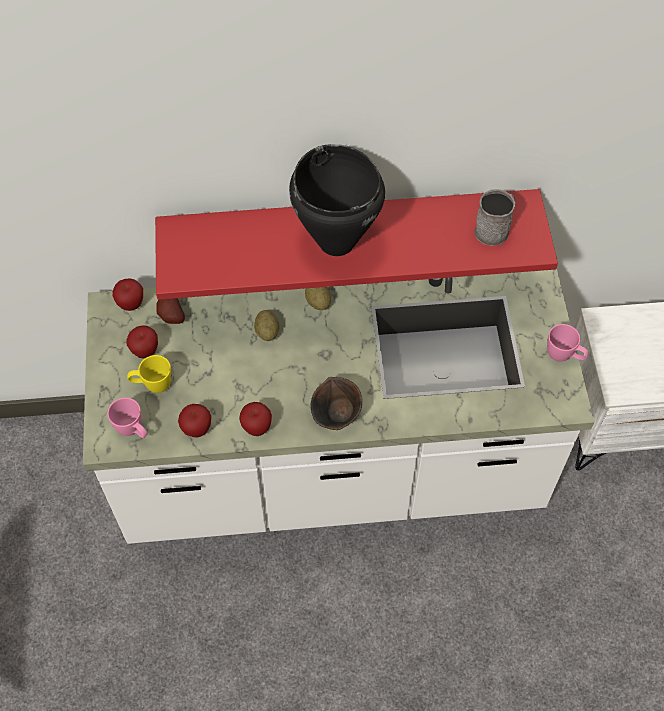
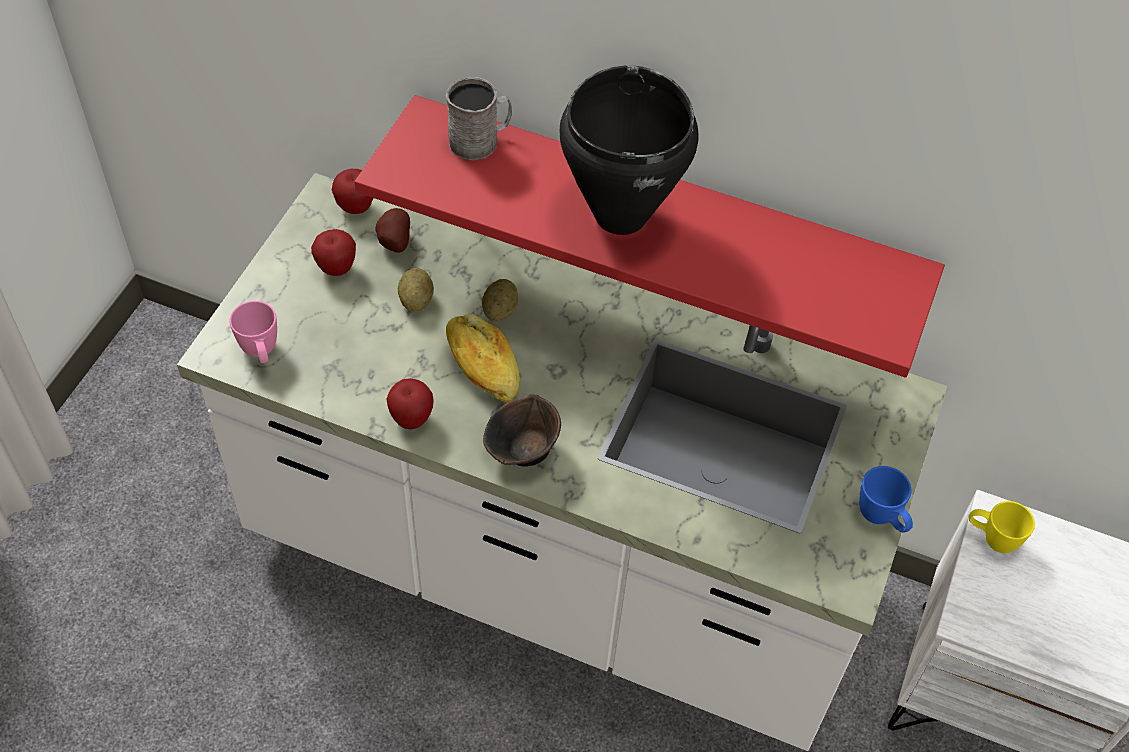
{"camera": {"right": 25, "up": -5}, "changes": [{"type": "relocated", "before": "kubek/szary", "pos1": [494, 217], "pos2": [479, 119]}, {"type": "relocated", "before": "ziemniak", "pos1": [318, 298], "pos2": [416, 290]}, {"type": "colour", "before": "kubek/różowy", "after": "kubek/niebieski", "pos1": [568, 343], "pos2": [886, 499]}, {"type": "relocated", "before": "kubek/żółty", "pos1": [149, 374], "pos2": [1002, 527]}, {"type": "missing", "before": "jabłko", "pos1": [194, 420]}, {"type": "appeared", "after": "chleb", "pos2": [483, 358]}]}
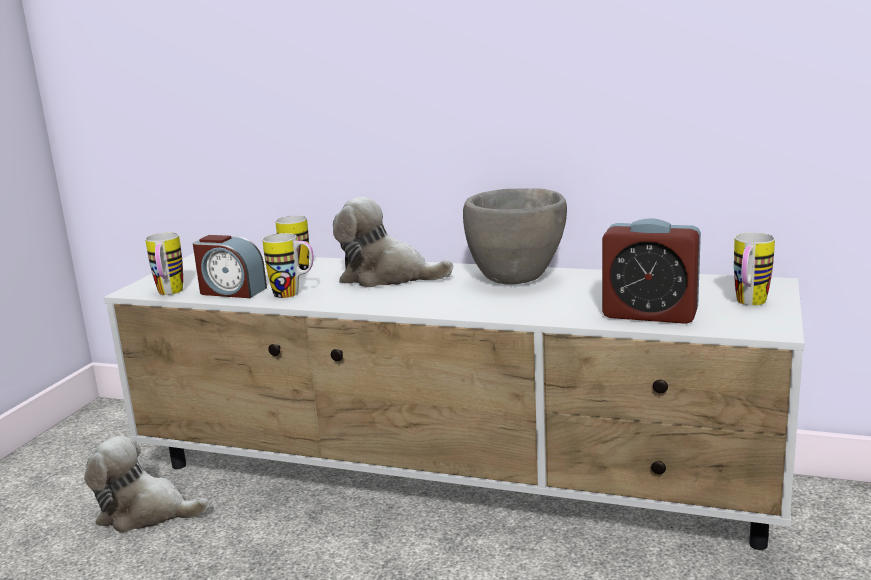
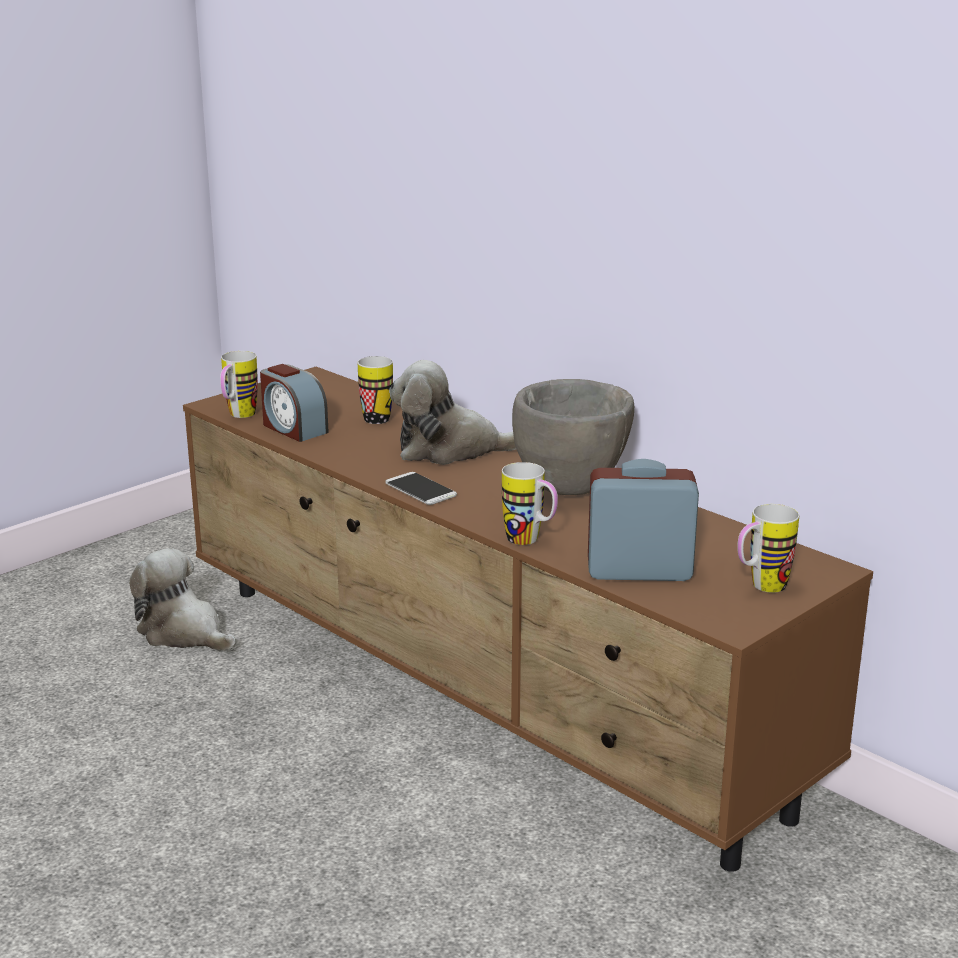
{"camera": {"right": 25, "up": 5}, "changes": [{"type": "spun", "before": "pluszak", "pos1": [393, 242], "pos2": [452, 412], "turn": -45}, {"type": "spun", "before": "budzik", "pos1": [651, 271], "pos2": [643, 520], "turn": 135}, {"type": "relocated", "before": "kubek", "pos1": [288, 265], "pos2": [530, 503]}, {"type": "colour", "before": "szafka pod telewizor/biały", "after": "szafka pod telewizor/brązowy", "pos1": [454, 401], "pos2": [528, 619]}, {"type": "appeared", "after": "telefon", "pos2": [421, 488]}]}
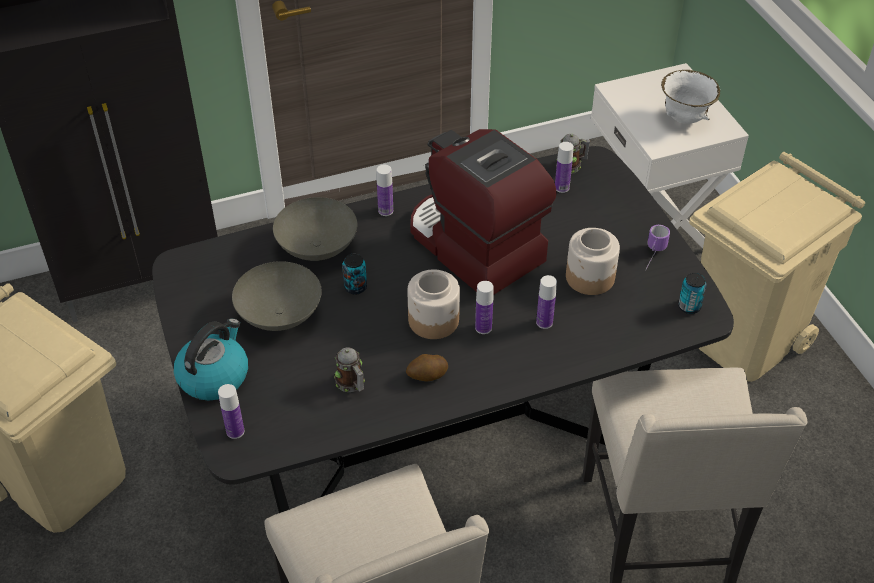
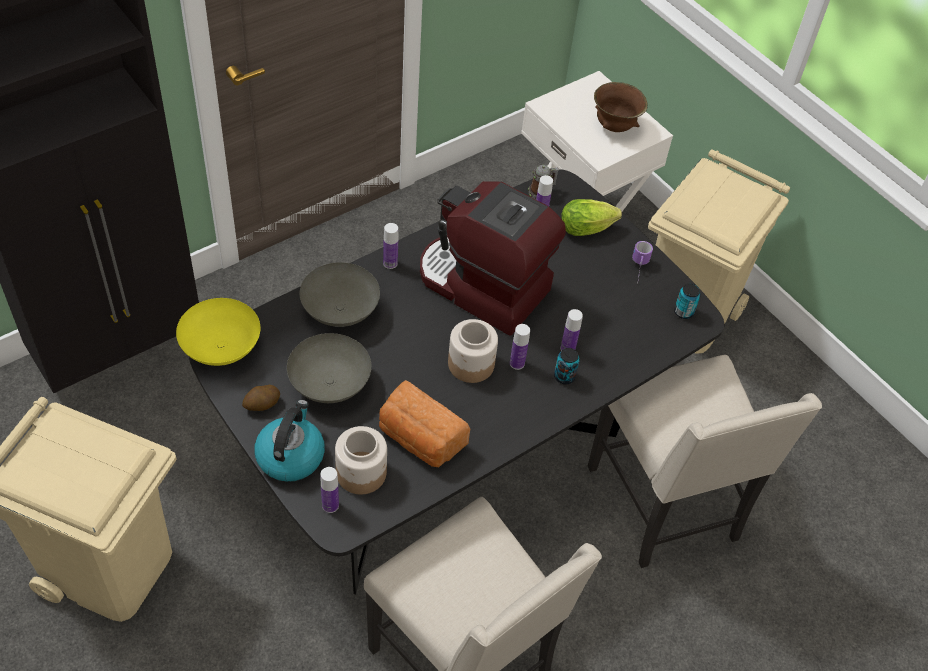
{"camera": {"right": -20, "up": 5}, "changes": [{"type": "colour", "before": "miska/biały", "after": "miska/brązowy", "pos1": [690, 97], "pos2": [620, 107]}, {"type": "relocated", "before": "słoik", "pos1": [593, 261], "pos2": [361, 460]}, {"type": "relocated", "before": "puszka", "pos1": [354, 274], "pos2": [567, 366]}, {"type": "exchanged", "before": "kubek", "after": "chleb", "pos1": [349, 369], "pos2": [424, 423]}, {"type": "relocated", "before": "ziemniak", "pos1": [427, 368], "pos2": [261, 398]}, {"type": "appeared", "after": "sałata", "pos2": [591, 217]}, {"type": "appeared", "after": "miska/żółty", "pos2": [218, 332]}]}
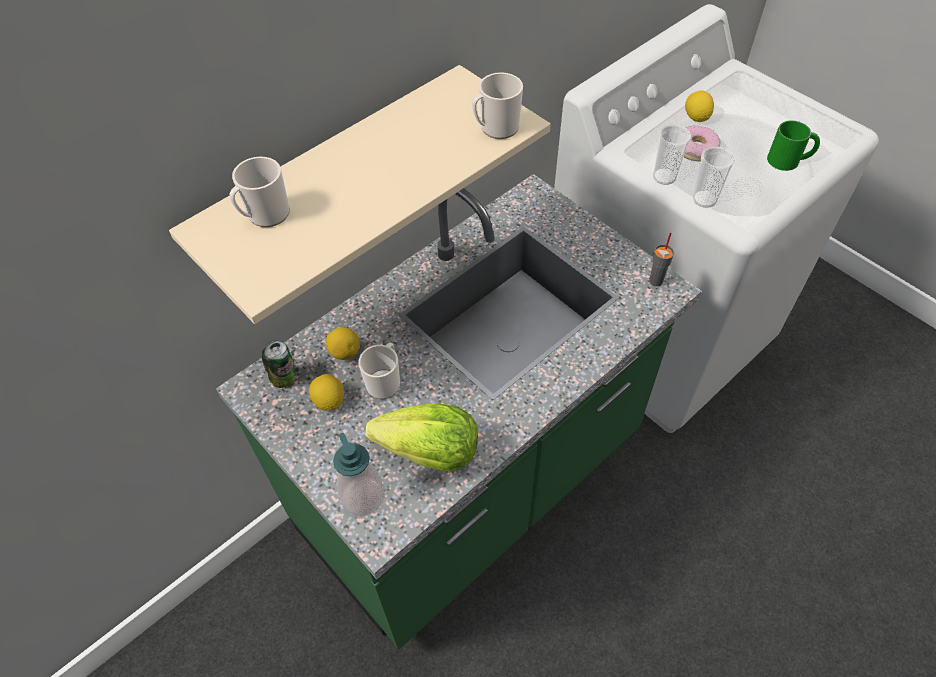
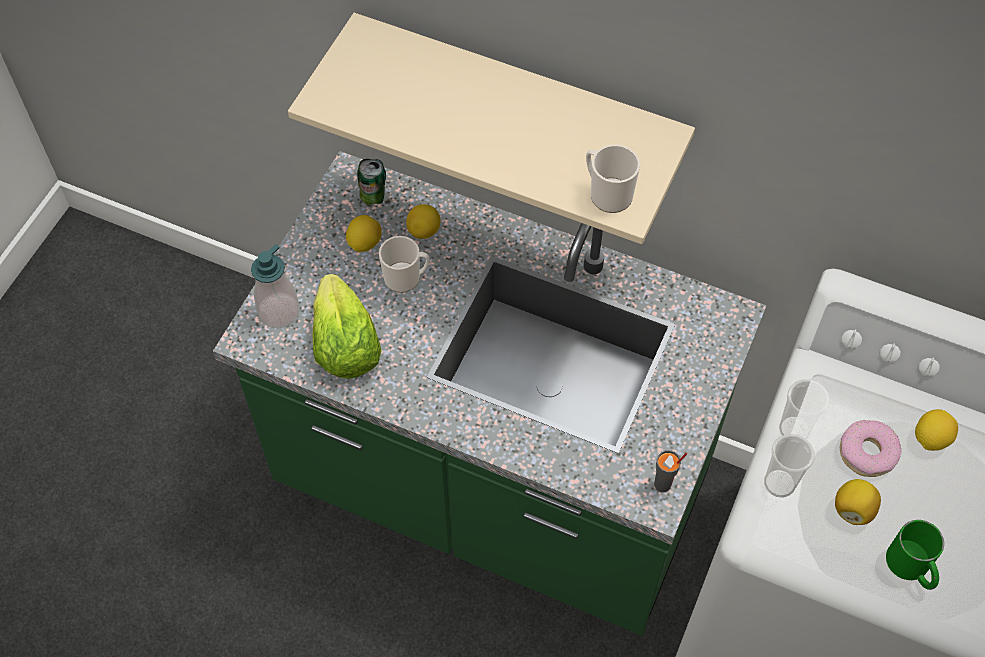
{"camera": {"right": 65, "up": 5}, "changes": [{"type": "missing", "before": "kubek", "pos1": [259, 192]}, {"type": "appeared", "after": "cytryna", "pos2": [858, 502]}]}
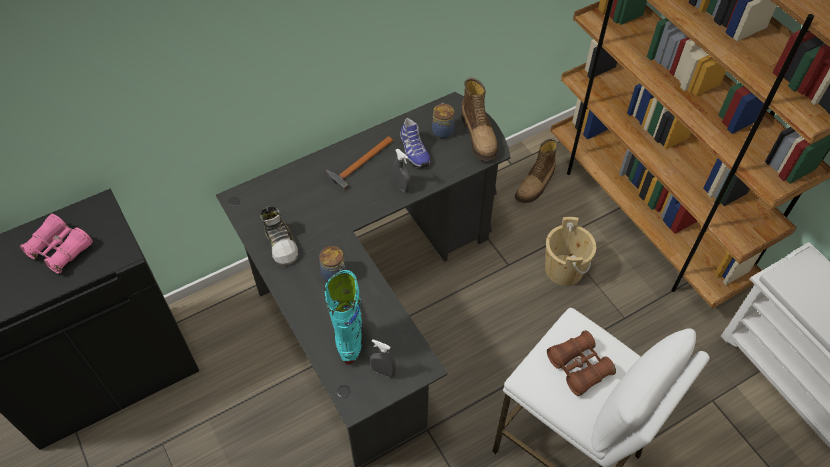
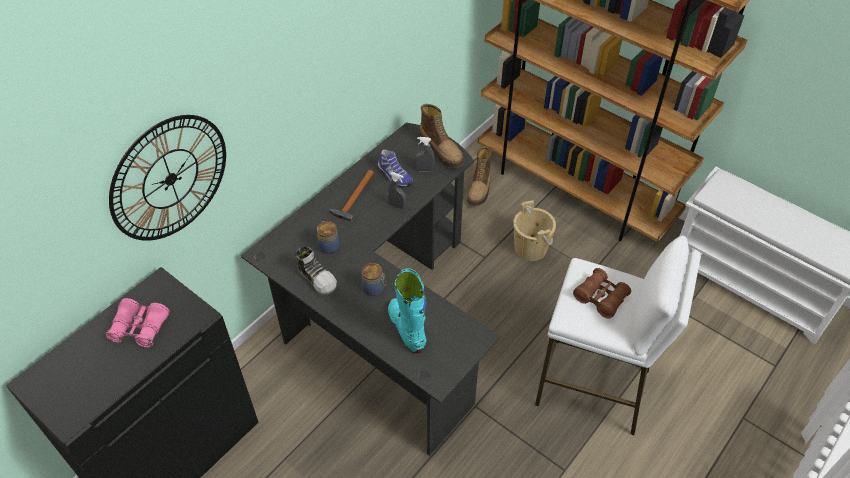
{"camera": {"right": -20, "up": -5}, "changes": [{"type": "relocated", "before": "słoik", "pos1": [443, 121], "pos2": [328, 237]}, {"type": "relocated", "before": "spryskiwacz/szary", "pos1": [383, 358], "pos2": [425, 154]}, {"type": "appeared", "after": "zegar ścienny", "pos2": [167, 178]}]}
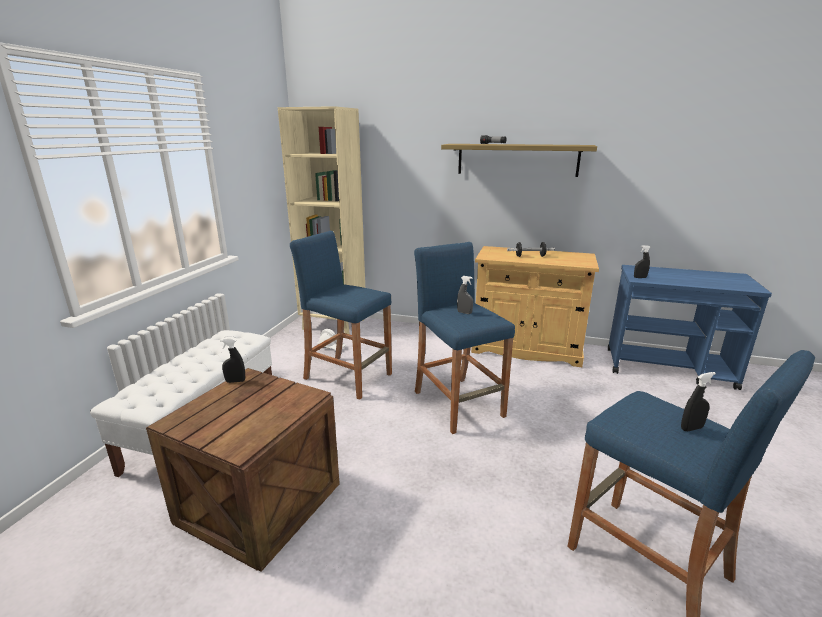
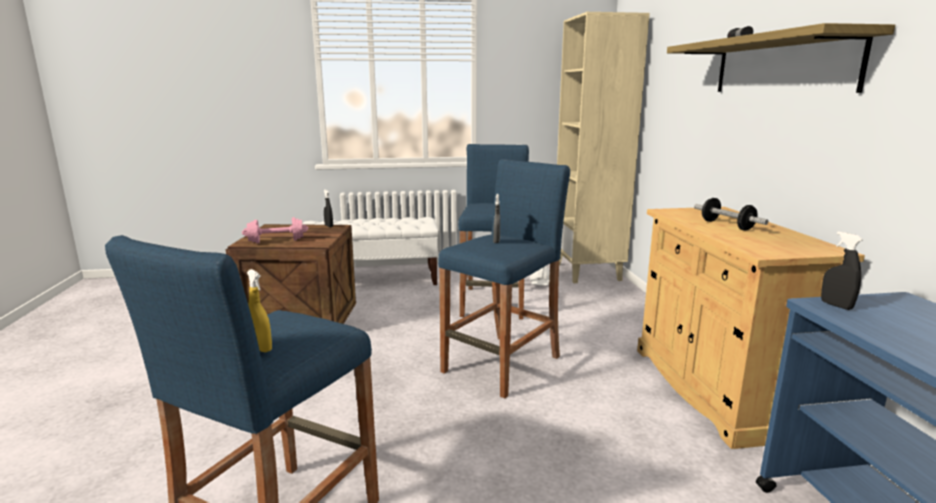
{"camera": {"right": 65, "up": -5}, "changes": [{"type": "colour", "before": "spryskiwacz/czarny", "after": "spryskiwacz/żółty", "pos1": [698, 401], "pos2": [259, 310]}, {"type": "appeared", "after": "hantel/różowy", "pos2": [275, 230]}]}
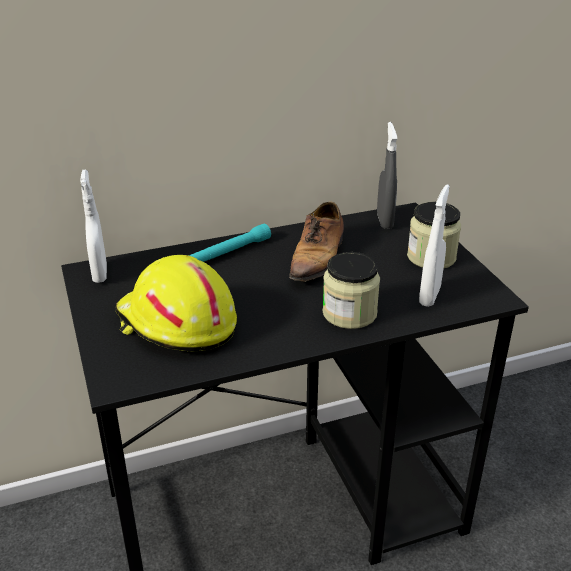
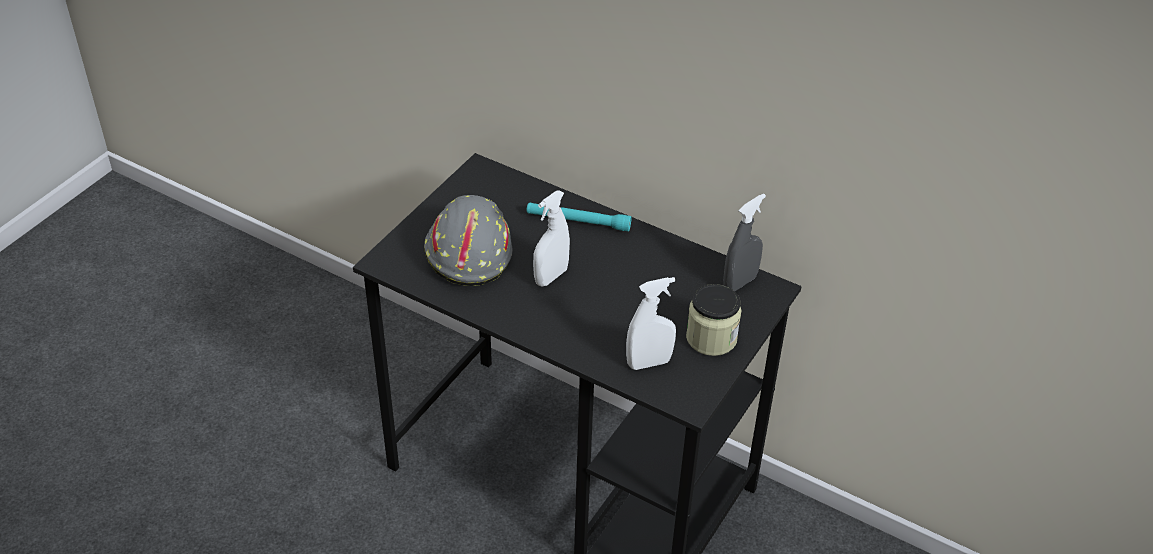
{"camera": {"right": 50, "up": 10}, "changes": [{"type": "relocated", "before": "spryskiwacz/biały", "pos1": [93, 226], "pos2": [551, 238]}, {"type": "missing", "before": "but", "pos1": [316, 245]}, {"type": "missing", "before": "słoik", "pos1": [351, 290]}, {"type": "colour", "before": "kask/żółty", "after": "kask/szary", "pos1": [176, 303], "pos2": [468, 240]}]}
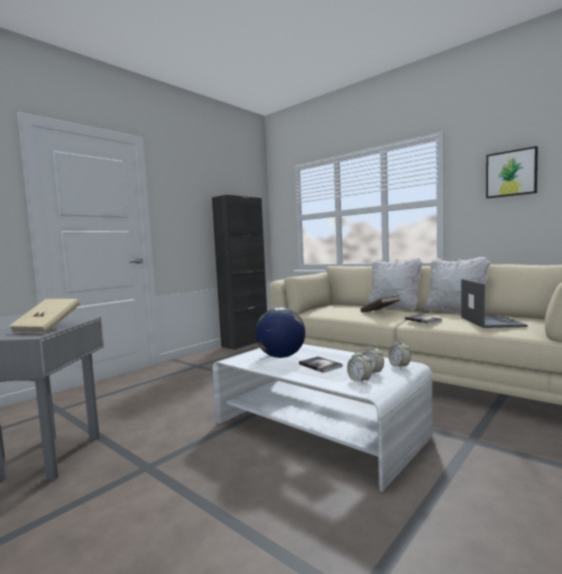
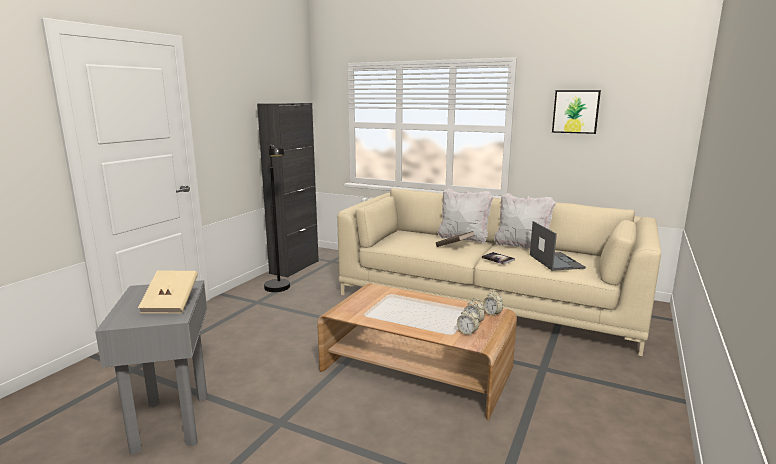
{"camera": {"right": -15, "up": 10}, "changes": [{"type": "missing", "before": "globus", "pos1": [280, 332]}, {"type": "colour", "before": "ława/biały", "after": "ława/brązowy", "pos1": [323, 418], "pos2": [417, 351]}, {"type": "missing", "before": "książka", "pos1": [321, 364]}, {"type": "appeared", "after": "lampa stojąca/czarny", "pos2": [277, 218]}]}
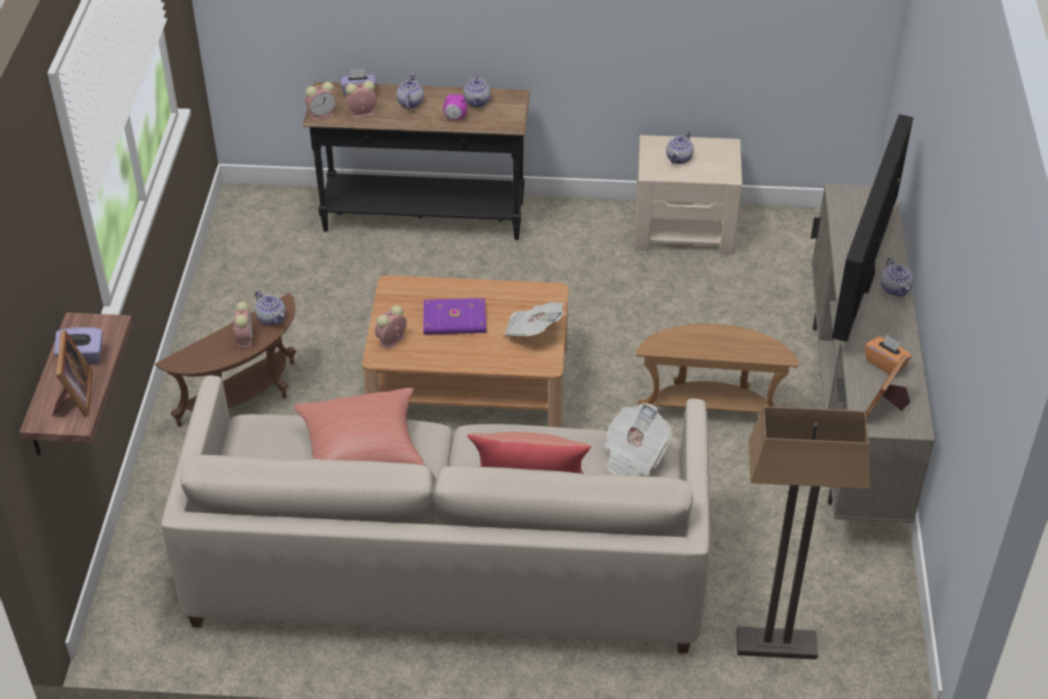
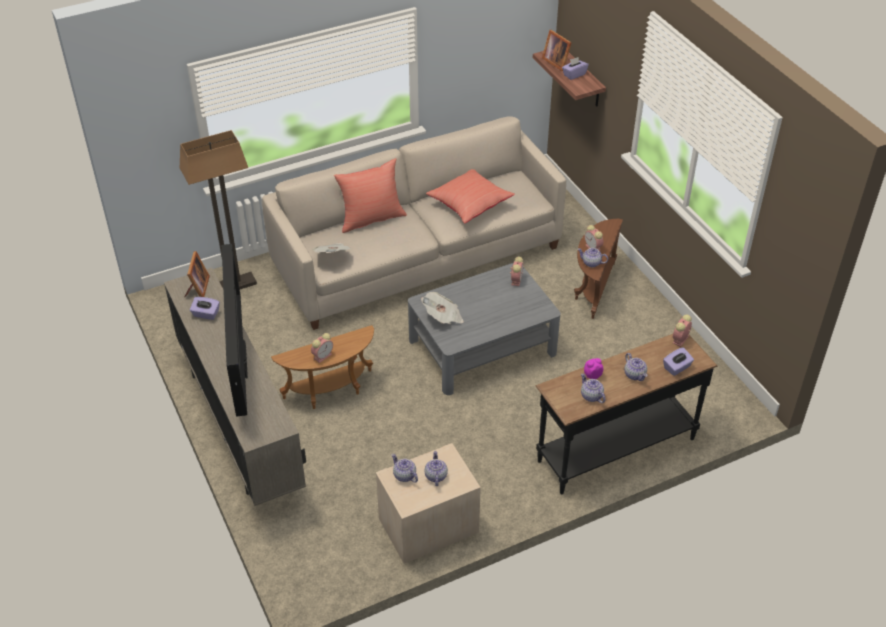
{"camera": {"right": 150, "up": 0}, "changes": [{"type": "relocated", "before": "budzik", "pos1": [361, 99], "pos2": [322, 348]}, {"type": "relocated", "before": "imbryk", "pos1": [897, 277], "pos2": [405, 468]}, {"type": "colour", "before": "ława/brązowy", "after": "ława/szary", "pos1": [465, 351], "pos2": [484, 329]}, {"type": "missing", "before": "książka/fioletowy", "pos1": [455, 316]}, {"type": "colour", "before": "pudełko chusteczek/pomarańczowy", "after": "pudełko chusteczek/fioletowy", "pos1": [888, 354], "pos2": [205, 308]}]}
